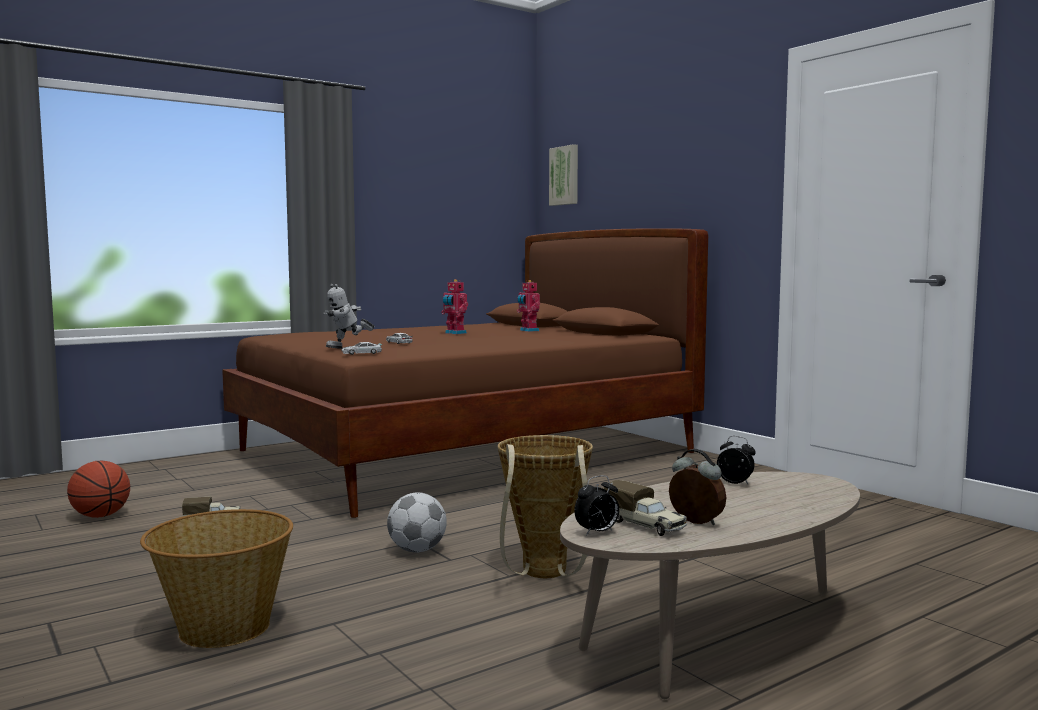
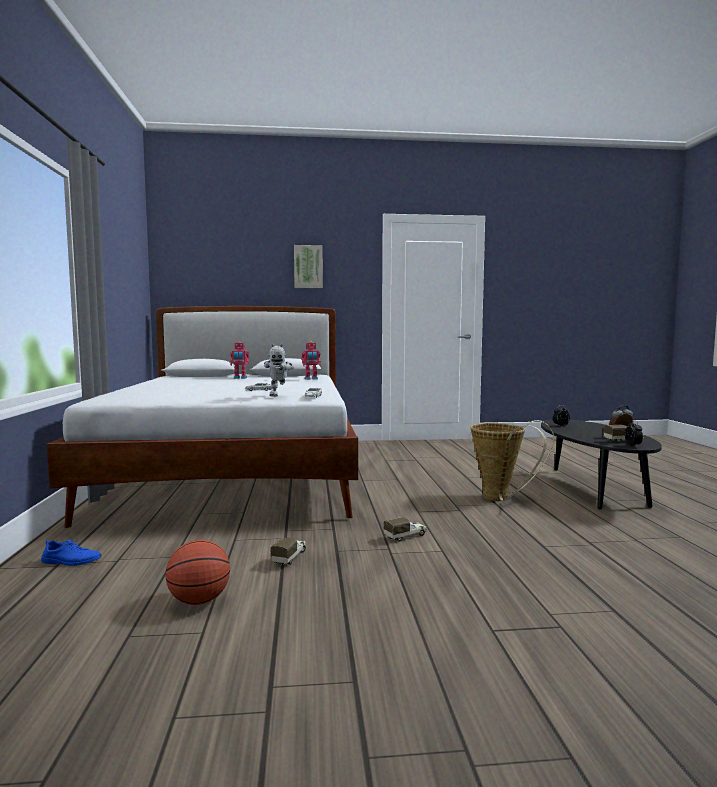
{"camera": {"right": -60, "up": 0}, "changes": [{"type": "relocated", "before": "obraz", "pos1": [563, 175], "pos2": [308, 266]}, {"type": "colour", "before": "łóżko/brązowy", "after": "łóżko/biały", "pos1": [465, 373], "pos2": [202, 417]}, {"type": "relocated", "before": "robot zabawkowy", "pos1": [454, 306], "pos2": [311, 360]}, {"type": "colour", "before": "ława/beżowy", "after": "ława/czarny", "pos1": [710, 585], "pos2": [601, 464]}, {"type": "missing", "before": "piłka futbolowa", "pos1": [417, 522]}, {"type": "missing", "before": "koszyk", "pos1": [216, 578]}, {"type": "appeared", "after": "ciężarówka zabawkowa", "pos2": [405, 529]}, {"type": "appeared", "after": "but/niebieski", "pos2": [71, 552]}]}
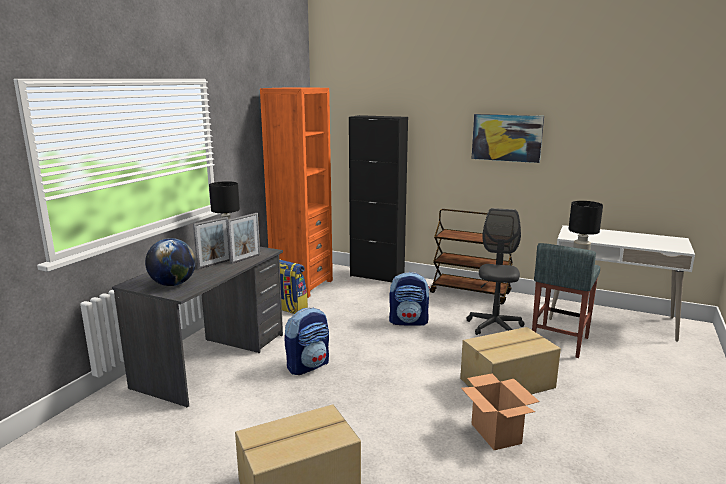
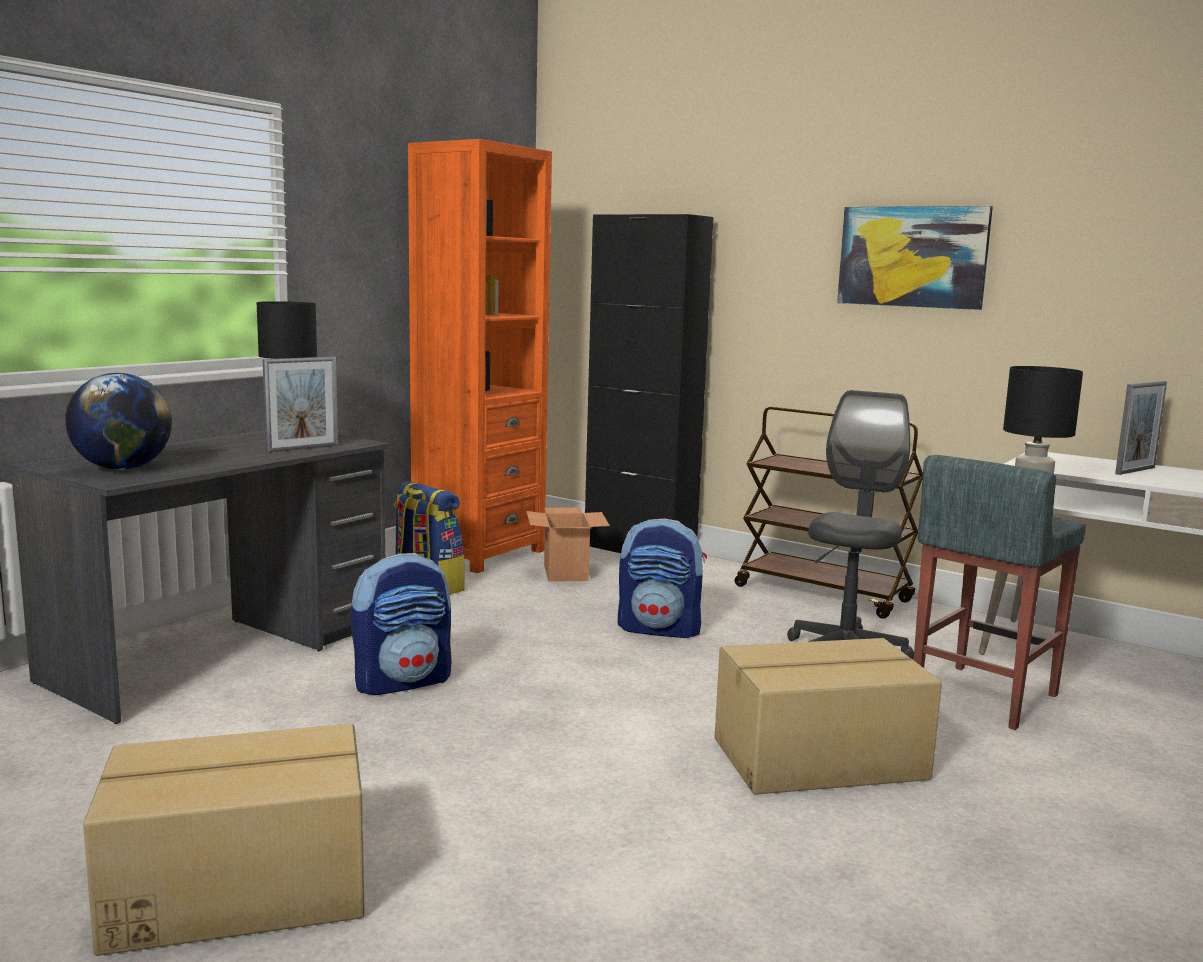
{"camera": {"right": 10, "up": -5}, "changes": [{"type": "relocated", "before": "ramka na zdjęcie", "pos1": [211, 243], "pos2": [1141, 428]}, {"type": "relocated", "before": "karton", "pos1": [500, 412], "pos2": [568, 545]}]}
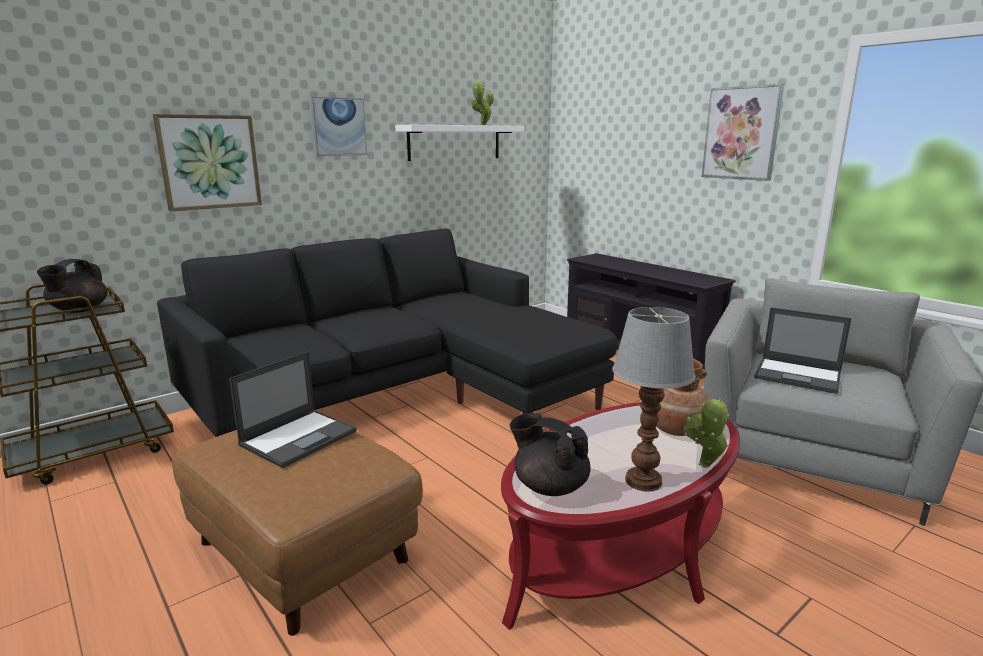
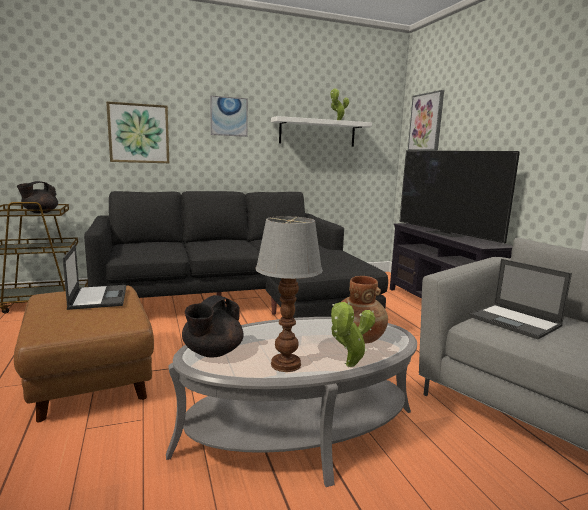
{"camera": {"right": 20, "up": -5}, "changes": [{"type": "relocated", "before": "obraz", "pos1": [743, 132], "pos2": [426, 120]}, {"type": "spun", "before": "laptop", "pos1": [293, 410], "pos2": [94, 277], "turn": -75}, {"type": "colour", "before": "ława/czerwony", "after": "ława/szary", "pos1": [620, 516], "pos2": [291, 402]}, {"type": "spun", "before": "imbryk/czarny", "pos1": [550, 454], "pos2": [212, 326], "turn": -120}, {"type": "appeared", "after": "telewizor", "pos2": [459, 196]}]}
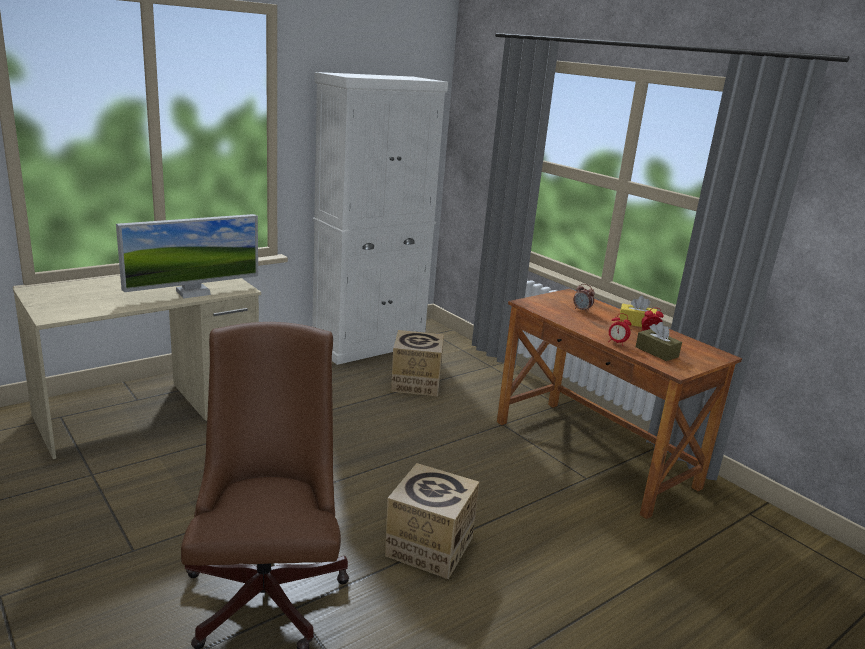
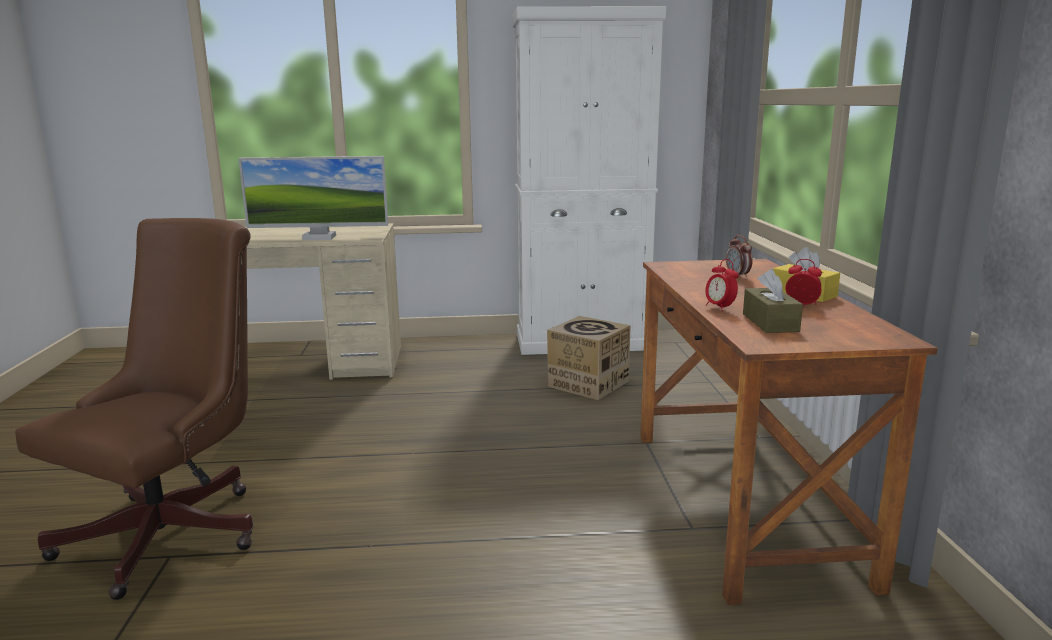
{"camera": {"right": 35, "up": -5}, "changes": [{"type": "missing", "before": "karton", "pos1": [432, 521]}]}
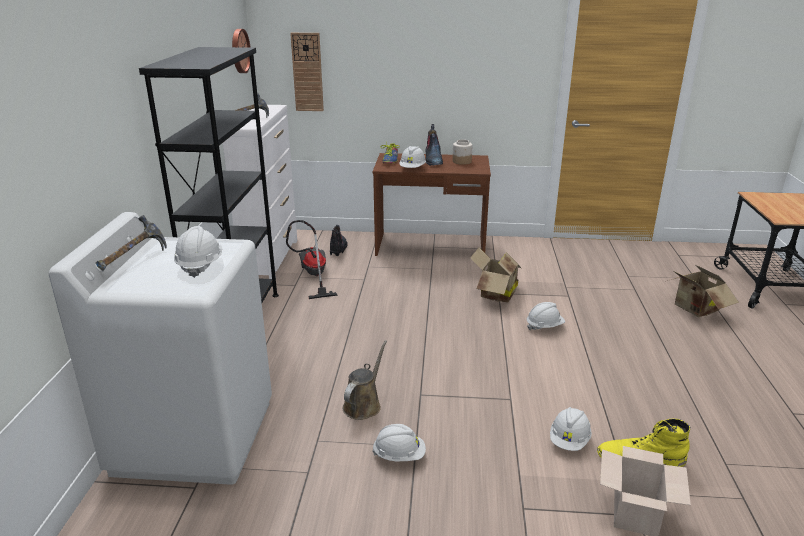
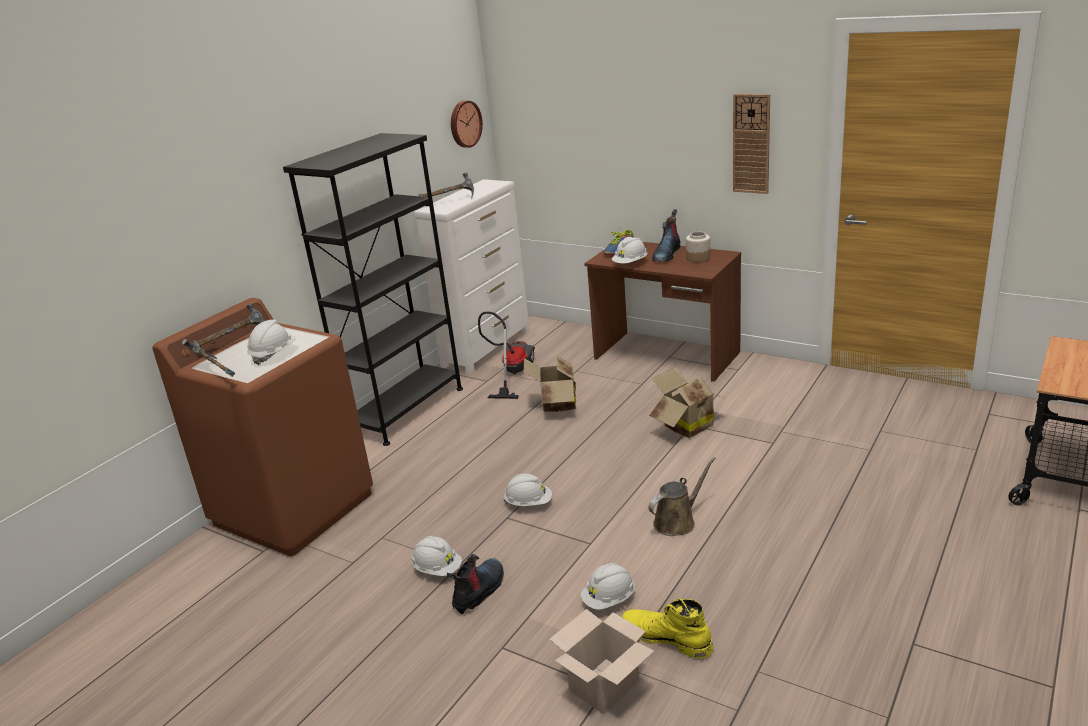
{"camera": {"right": 30, "up": 0}, "changes": [{"type": "relocated", "before": "zegar ścienny", "pos1": [307, 72], "pos2": [751, 144]}, {"type": "colour", "before": "pralka/biały", "after": "pralka/brązowy", "pos1": [160, 348], "pos2": [262, 427]}, {"type": "relocated", "before": "but z cholewką", "pos1": [339, 240], "pos2": [475, 584]}, {"type": "relocated", "before": "karton", "pos1": [703, 290], "pos2": [550, 383]}, {"type": "relocated", "before": "kask/biały", "pos1": [546, 316], "pos2": [528, 490]}, {"type": "relocated", "before": "konewka/brązowy", "pos1": [365, 380], "pos2": [682, 496]}, {"type": "appeared", "after": "młotek", "pos2": [208, 358]}]}
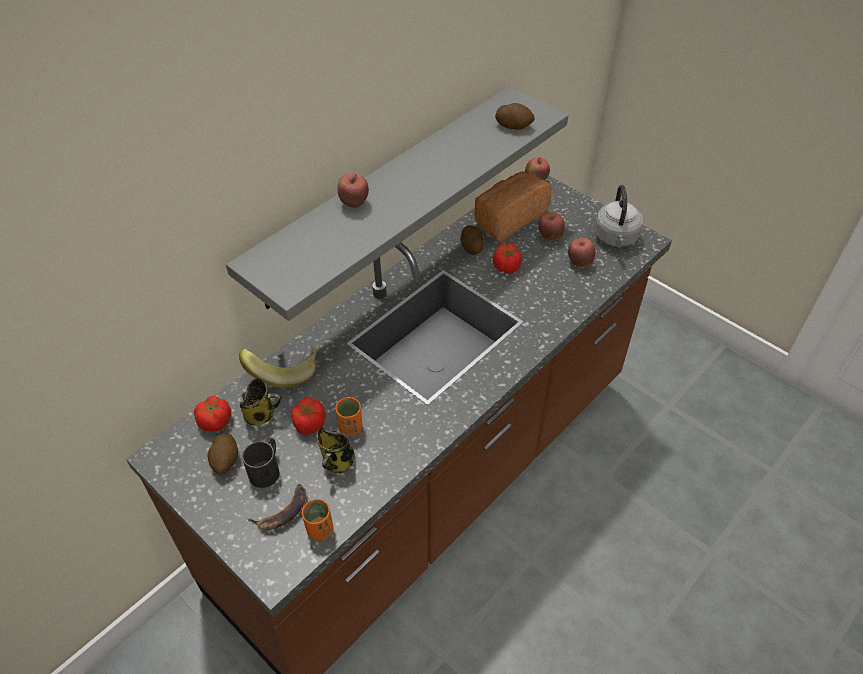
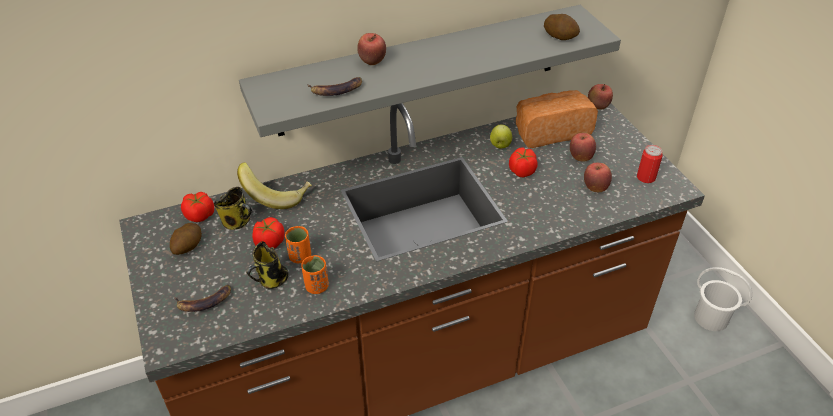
{"camera": {"right": 25, "up": -5}, "changes": [{"type": "exchanged", "before": "czajnik/szary", "after": "puszka", "pos1": [618, 216], "pos2": [650, 164]}, {"type": "exchanged", "before": "ziemniak", "after": "jabłko", "pos1": [471, 240], "pos2": [501, 136]}, {"type": "missing", "before": "kubek/czarny", "pos1": [260, 463]}, {"type": "relocated", "before": "filiżanka/pomarańczowy", "pos1": [317, 520], "pos2": [315, 274]}, {"type": "appeared", "after": "banan", "pos2": [334, 86]}, {"type": "appeared", "after": "wiadro/biały", "pos2": [723, 299]}]}
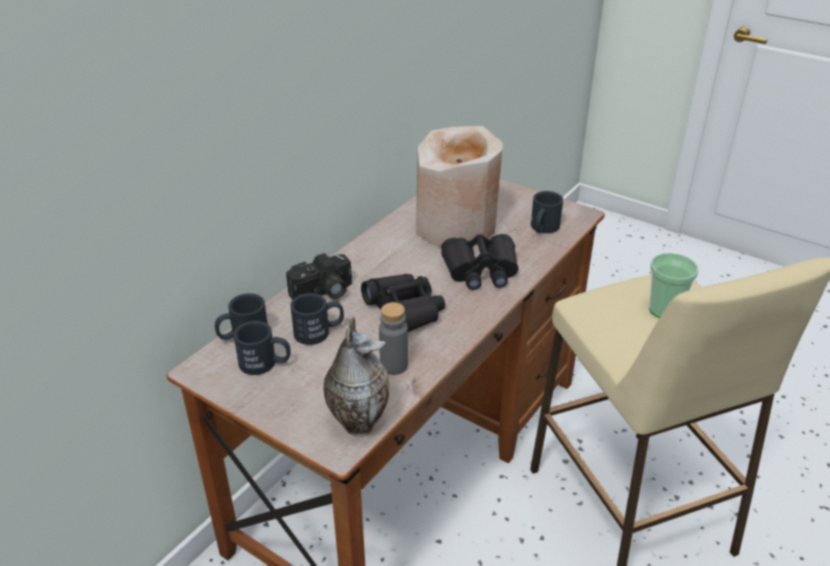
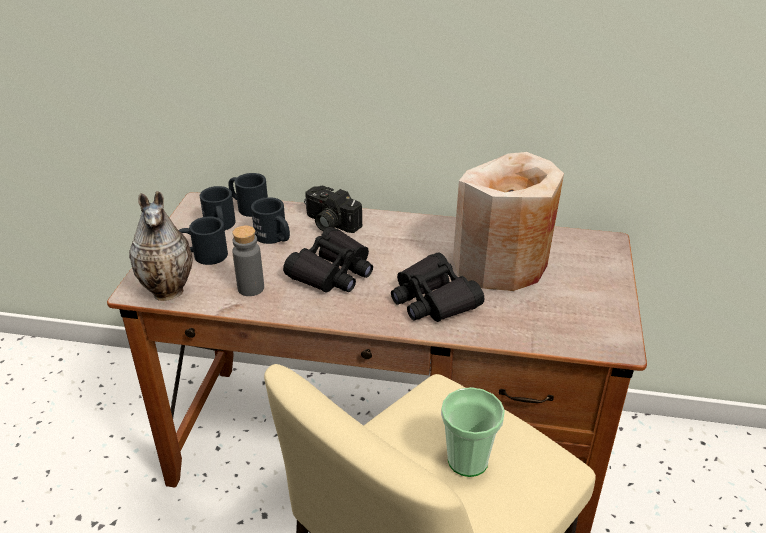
{"camera": {"right": 65, "up": 0}, "changes": [{"type": "relocated", "before": "kubek/czarny", "pos1": [547, 212], "pos2": [203, 240]}]}
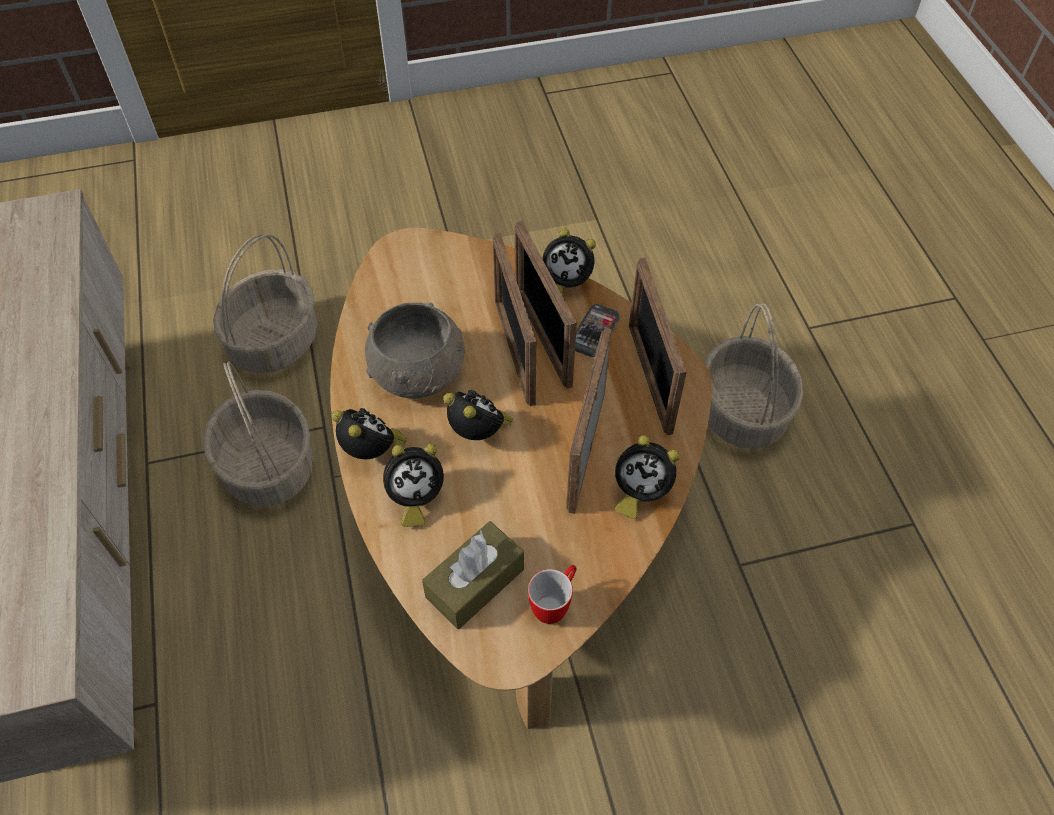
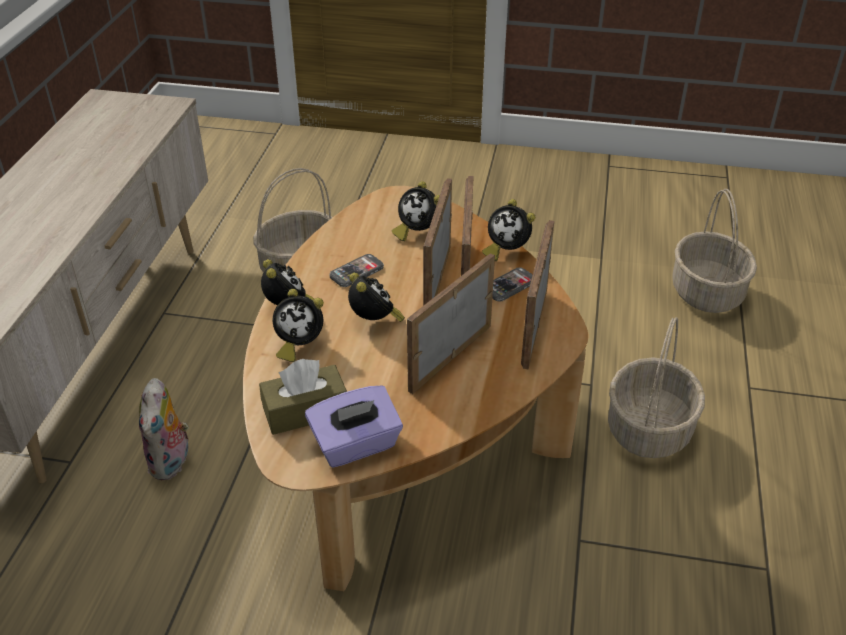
{"camera": {"right": 25, "up": -15}, "changes": [{"type": "exchanged", "before": "miska/szary", "after": "telefon", "pos1": [415, 350], "pos2": [356, 270]}, {"type": "relocated", "before": "koszyk", "pos1": [258, 434], "pos2": [714, 251]}, {"type": "relocated", "before": "budzik", "pos1": [647, 477], "pos2": [416, 211]}, {"type": "exchanged", "before": "kubek", "after": "pudełko chusteczek/fioletowy", "pos1": [552, 594], "pos2": [354, 427]}, {"type": "appeared", "after": "pluszak", "pos2": [164, 429]}]}
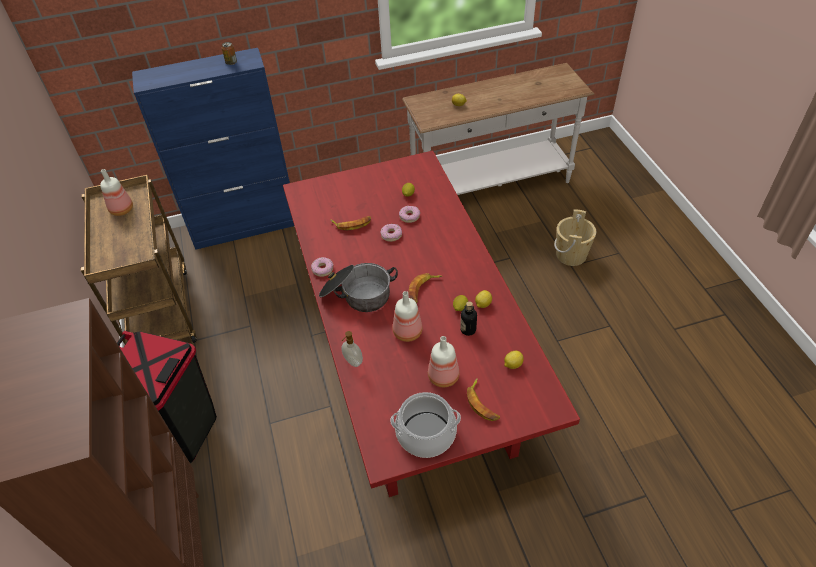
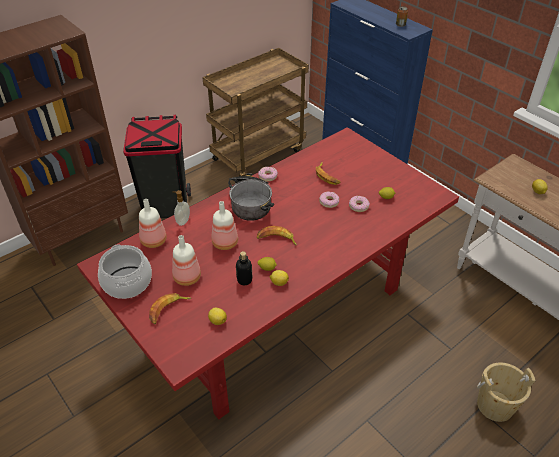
{"camera": {"right": 65, "up": -5}, "changes": [{"type": "relocated", "before": "butelka", "pos1": [116, 192], "pos2": [153, 223]}]}
